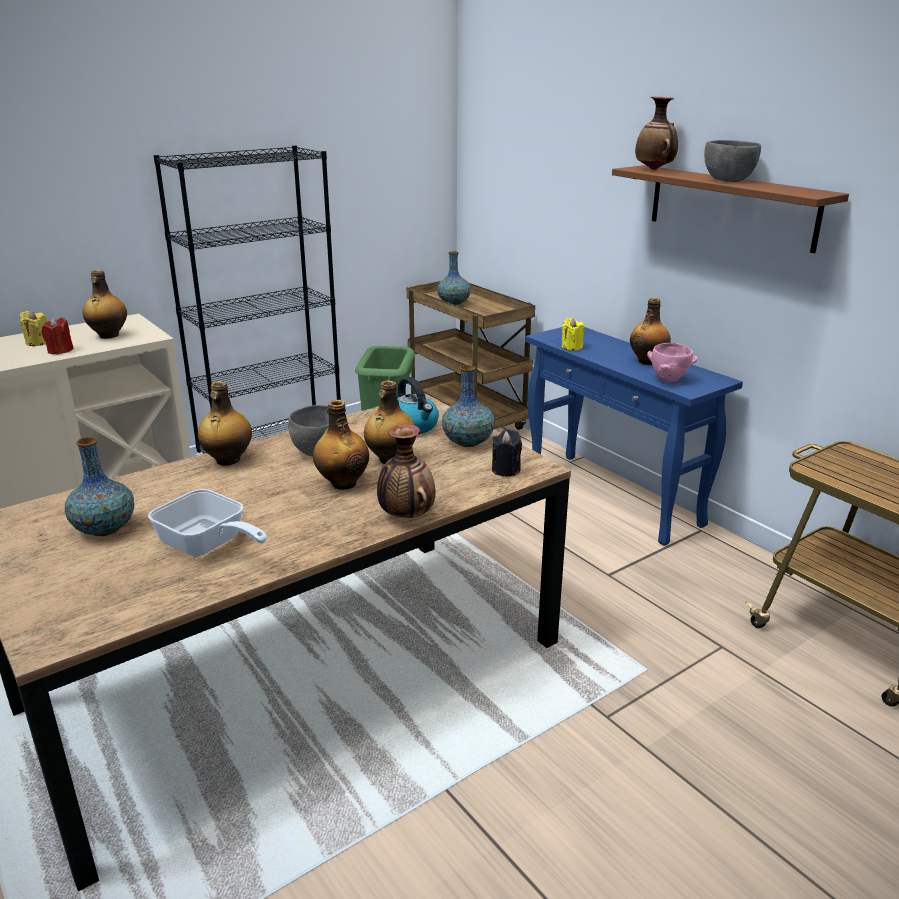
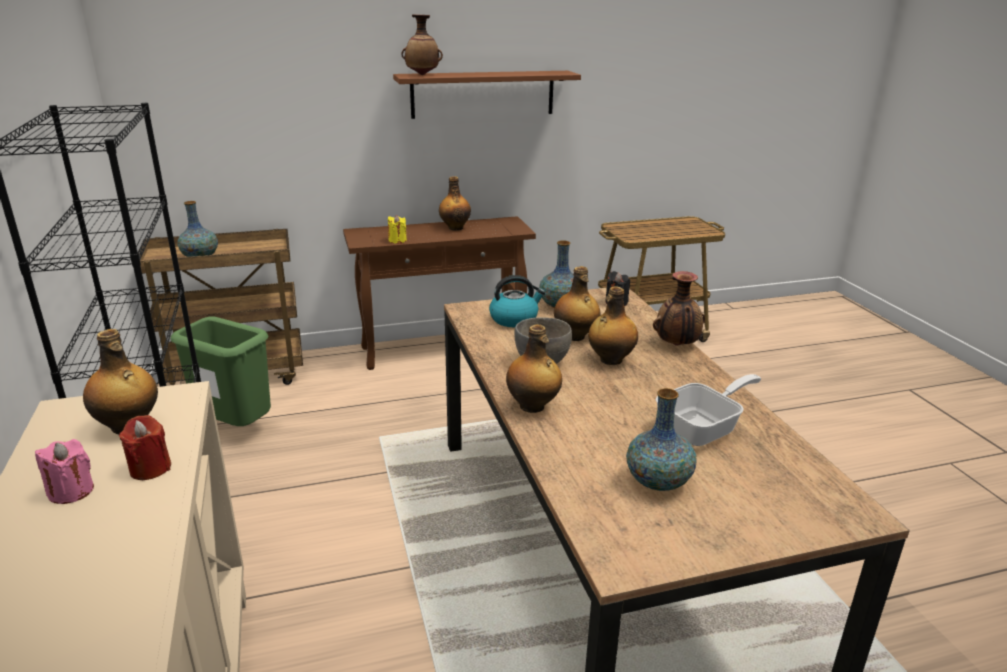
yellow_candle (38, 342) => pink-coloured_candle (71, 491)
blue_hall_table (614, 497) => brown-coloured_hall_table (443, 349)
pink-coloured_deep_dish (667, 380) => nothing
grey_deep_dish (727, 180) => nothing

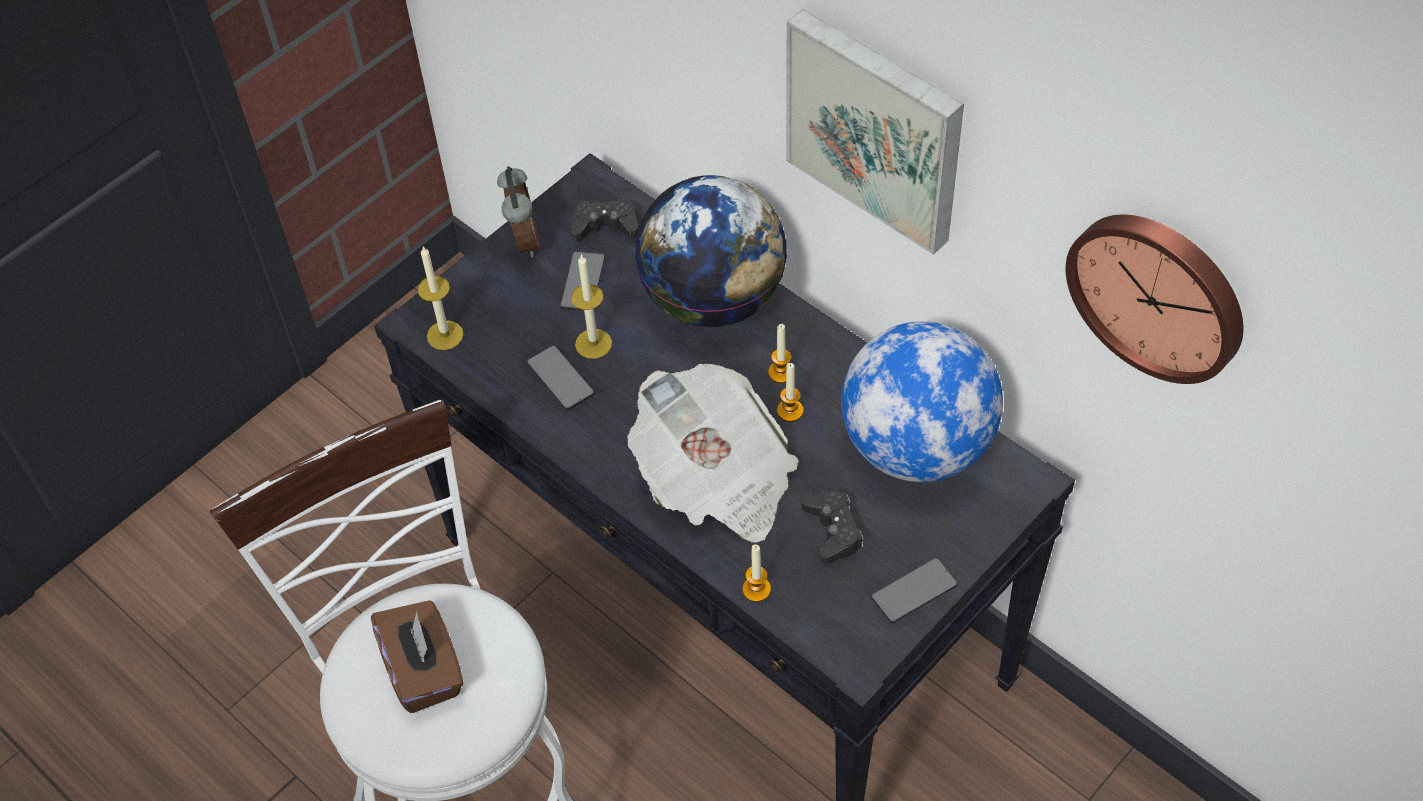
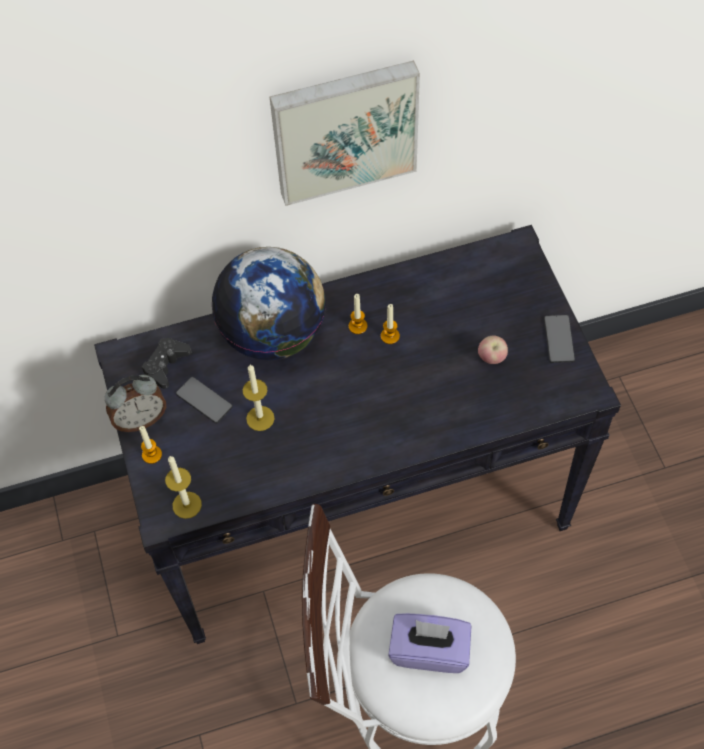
bedside_clock (523, 241) => bedside_clock (140, 419), 135 degrees clockwise
candle (756, 589) => candle (152, 455), relocated
brown-coloured_tissue_holder (424, 671) => purple-coloured_tissue_holder (429, 650)
black-coloured_gamepad (833, 530) => whole_apple (491, 358)
telephone (560, 379) => nothing
daily_paper (716, 479) => nothing
world_globe (917, 446) => nothing
clock_on_the_wall (1159, 293) => nothing

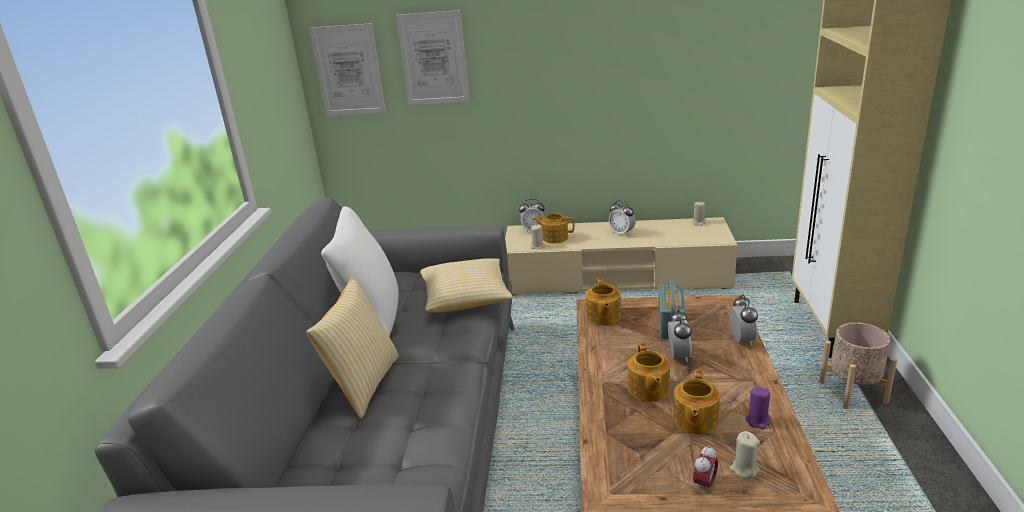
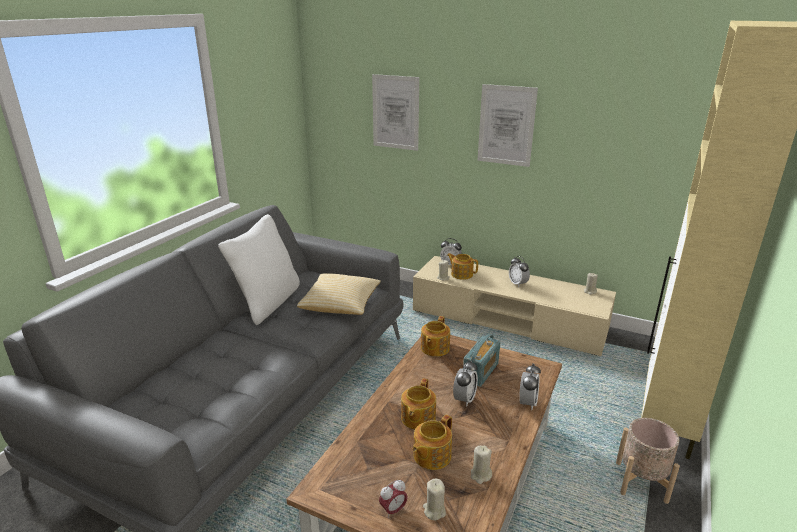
purple-coloured_candle (758, 421) => beige-coloured_candle (480, 475)
picture (348, 70) => picture (506, 125), relocated
cushion (363, 385) => nothing

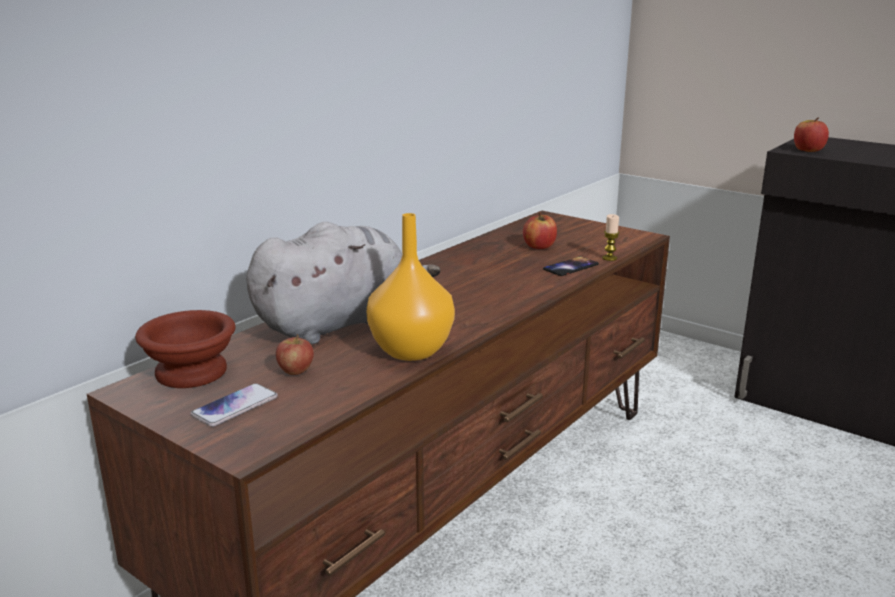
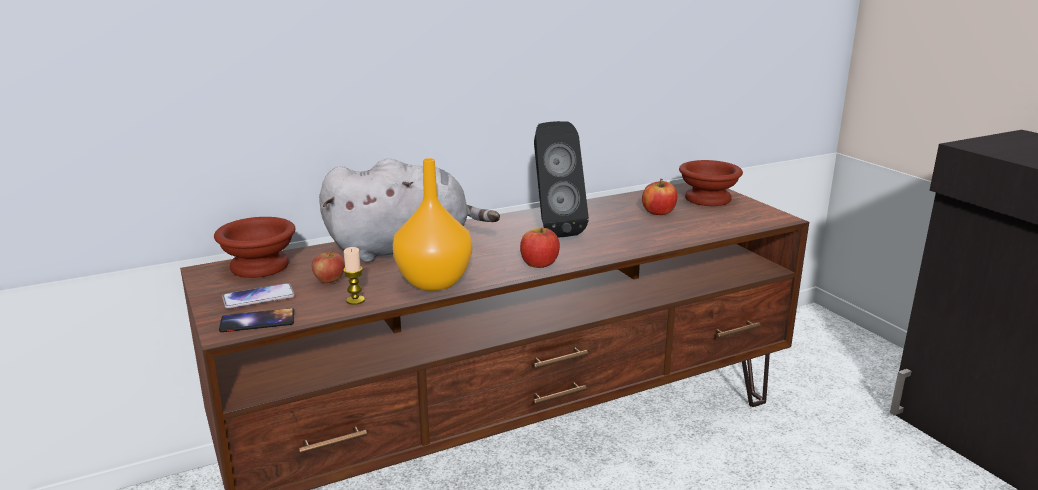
telephone (570, 267) => telephone (257, 321), relocated
candle (609, 258) => candle (355, 300), relocated
whole_apple (808, 150) => whole_apple (539, 264), relocated
nothing => black-coloured_audio_speaker (553, 230)
nothing => brown-coloured_deep_dish (706, 198)

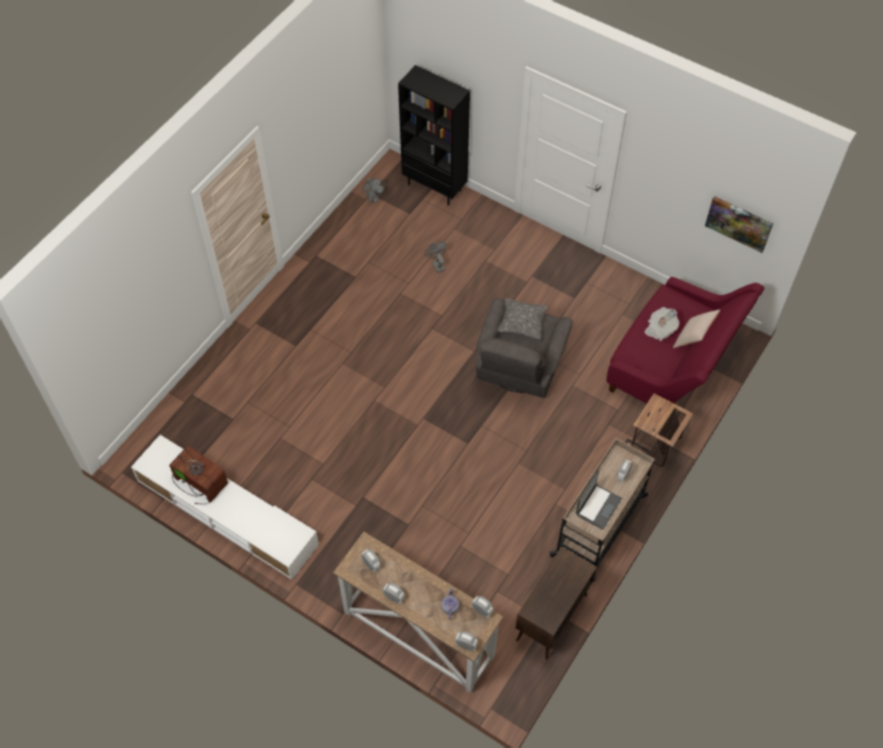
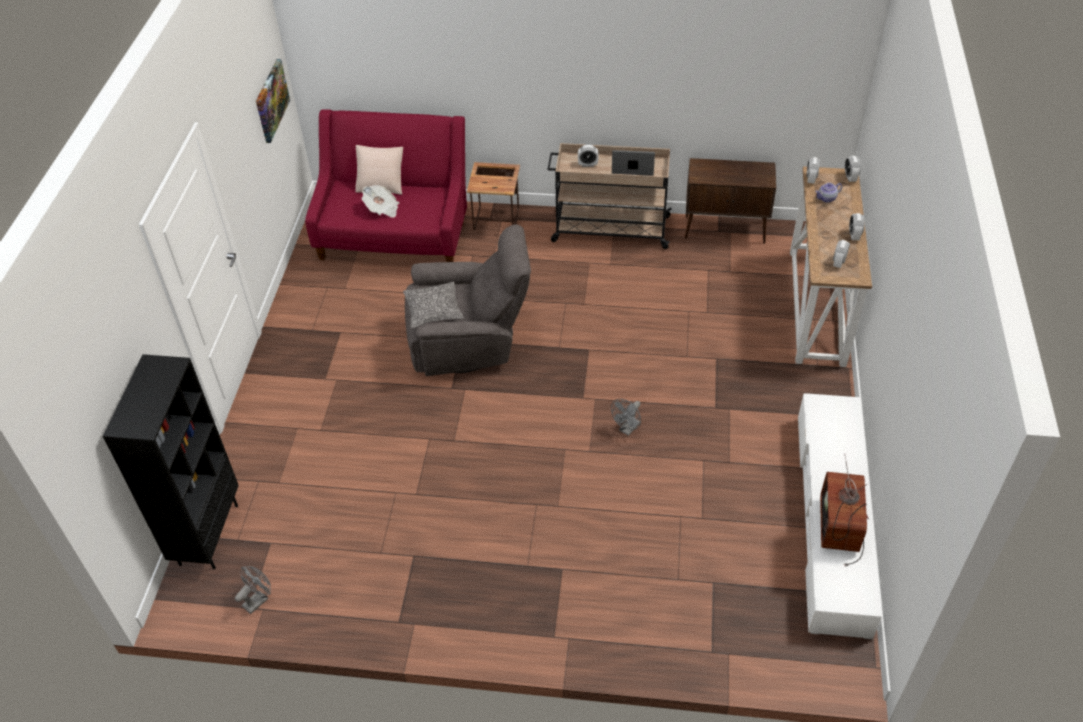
grey_fan (437, 264) => grey_fan (627, 429), relocated

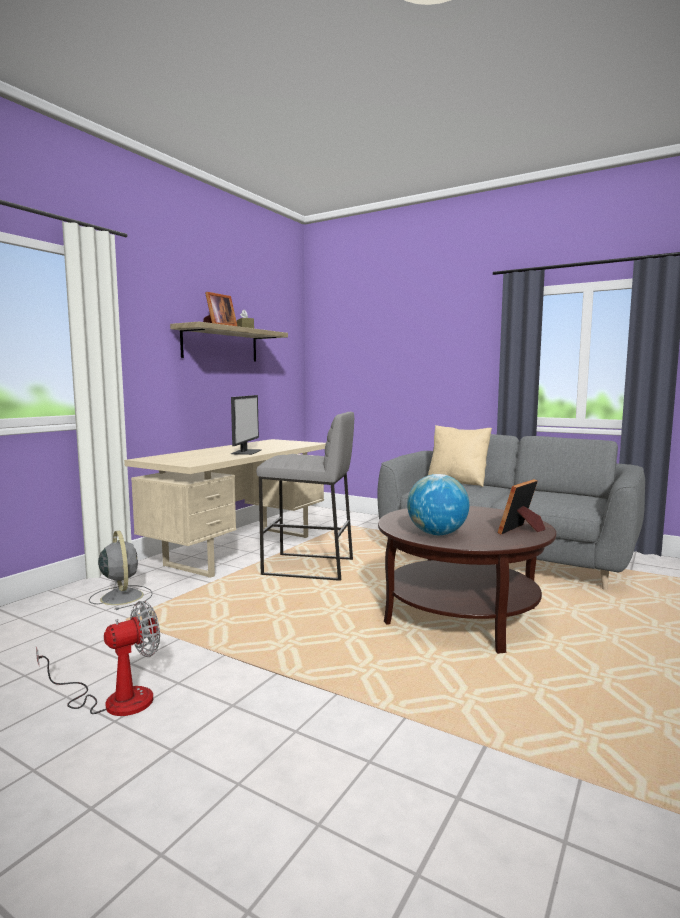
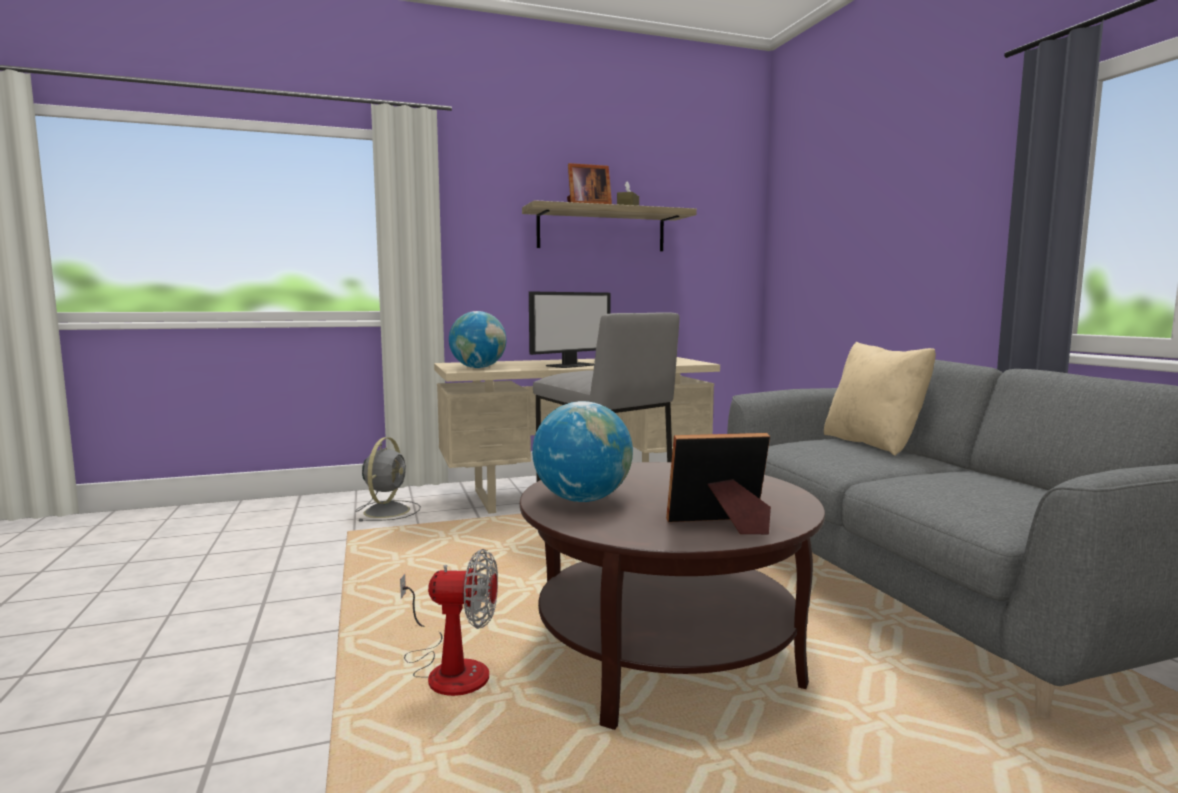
fan (114, 699) => fan (449, 669), relocated
nothing => world_globe (478, 368)

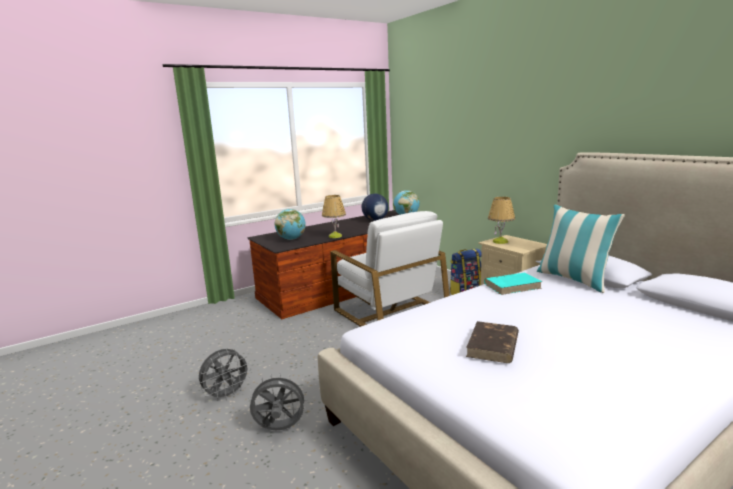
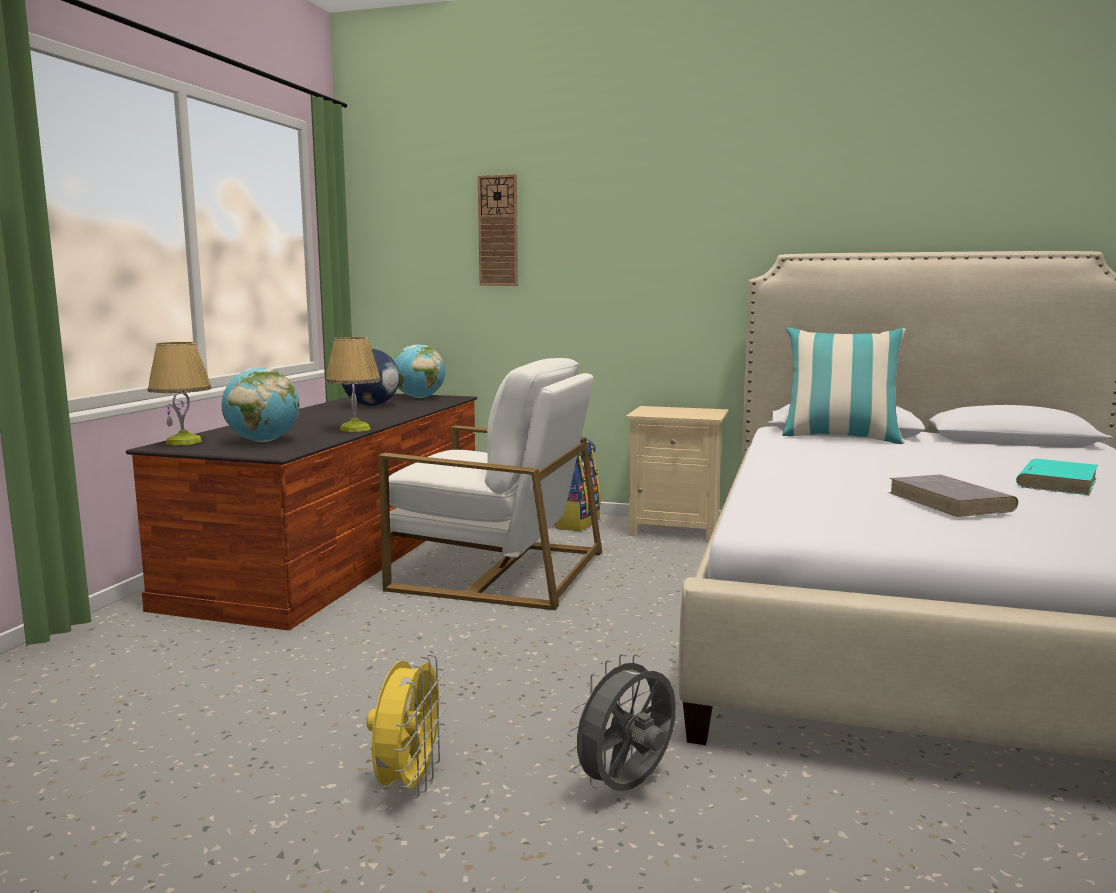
lamp_for_a_table (500, 241) => lamp_for_a_table (184, 442), relocated
grey_fan (227, 395) => yellow_fan (409, 784)
nothing => clock_on_the_wall (498, 231)
brown-coloured_volume (493, 345) => grey_volume (951, 502)
turquoise-coloured_volume (512, 286) => turquoise-coloured_volume (1056, 482), relocated

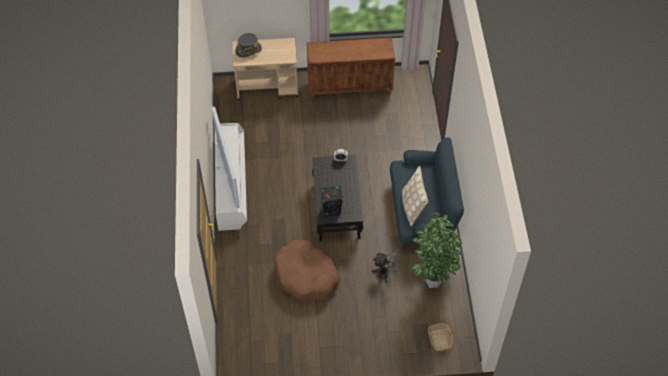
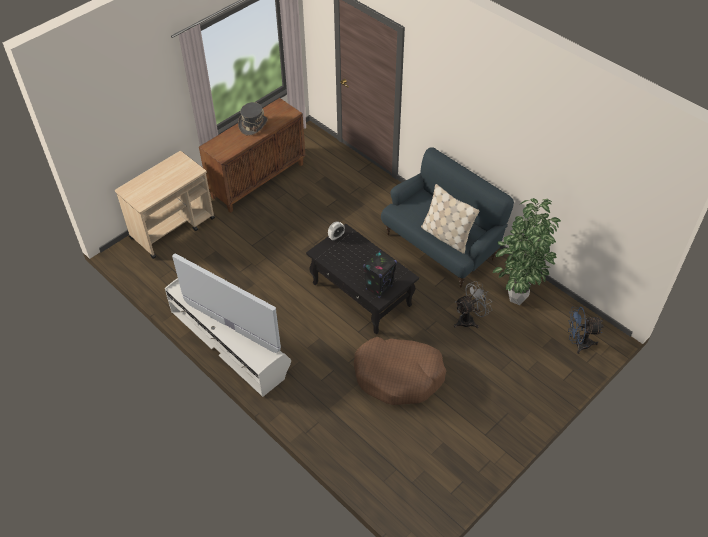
grey_wearable_hat (248, 50) => grey_wearable_hat (253, 125), relocated
household_basket (439, 339) => blue_fan (578, 343)

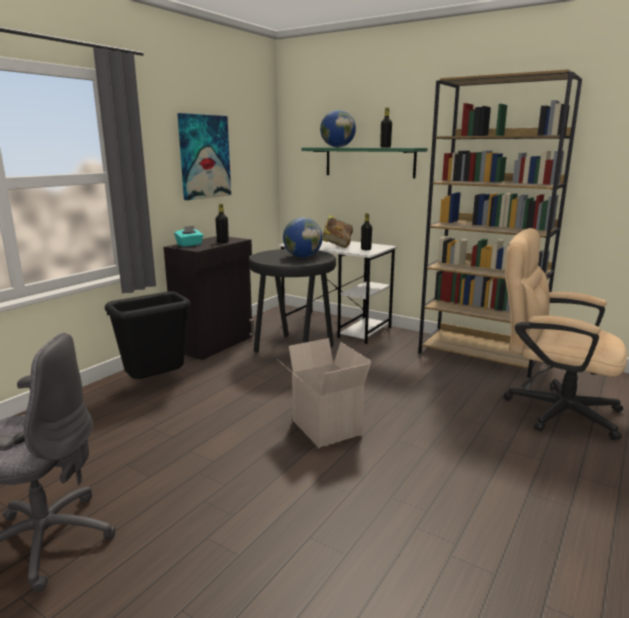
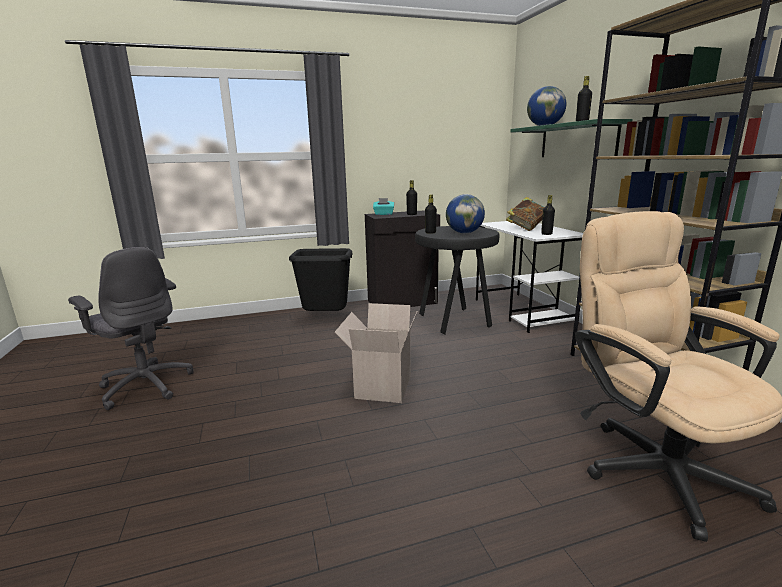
nothing => black-coloured_drink_bottle (430, 232)
picture (204, 157) => nothing

